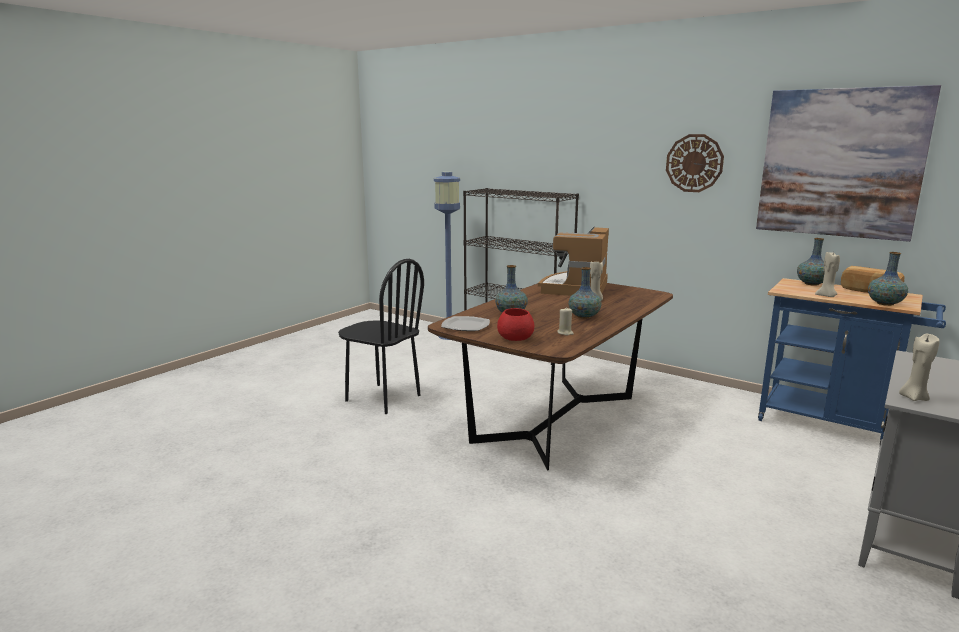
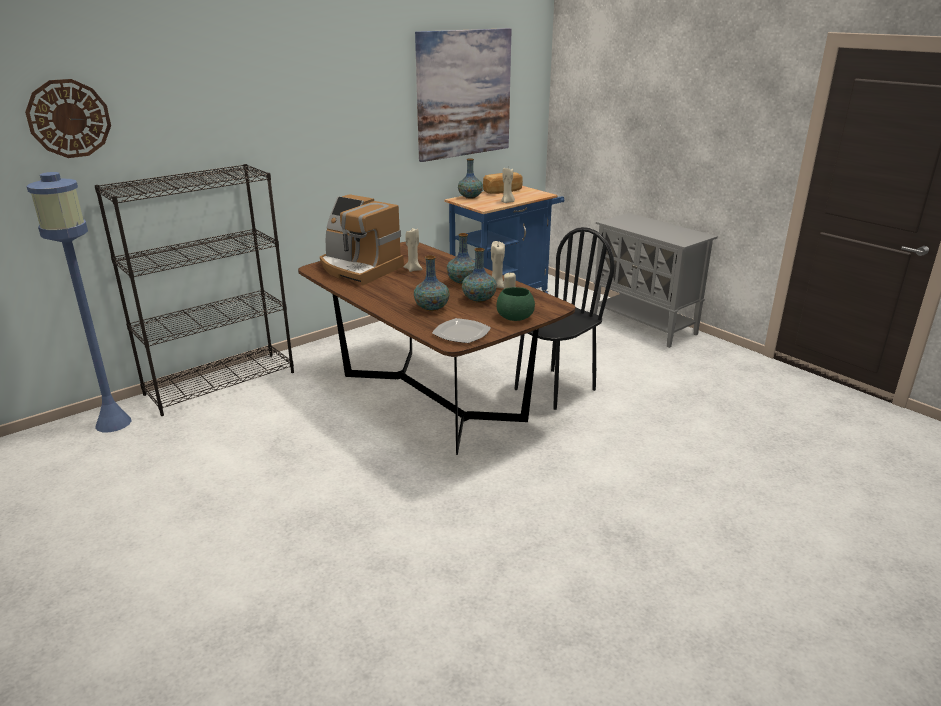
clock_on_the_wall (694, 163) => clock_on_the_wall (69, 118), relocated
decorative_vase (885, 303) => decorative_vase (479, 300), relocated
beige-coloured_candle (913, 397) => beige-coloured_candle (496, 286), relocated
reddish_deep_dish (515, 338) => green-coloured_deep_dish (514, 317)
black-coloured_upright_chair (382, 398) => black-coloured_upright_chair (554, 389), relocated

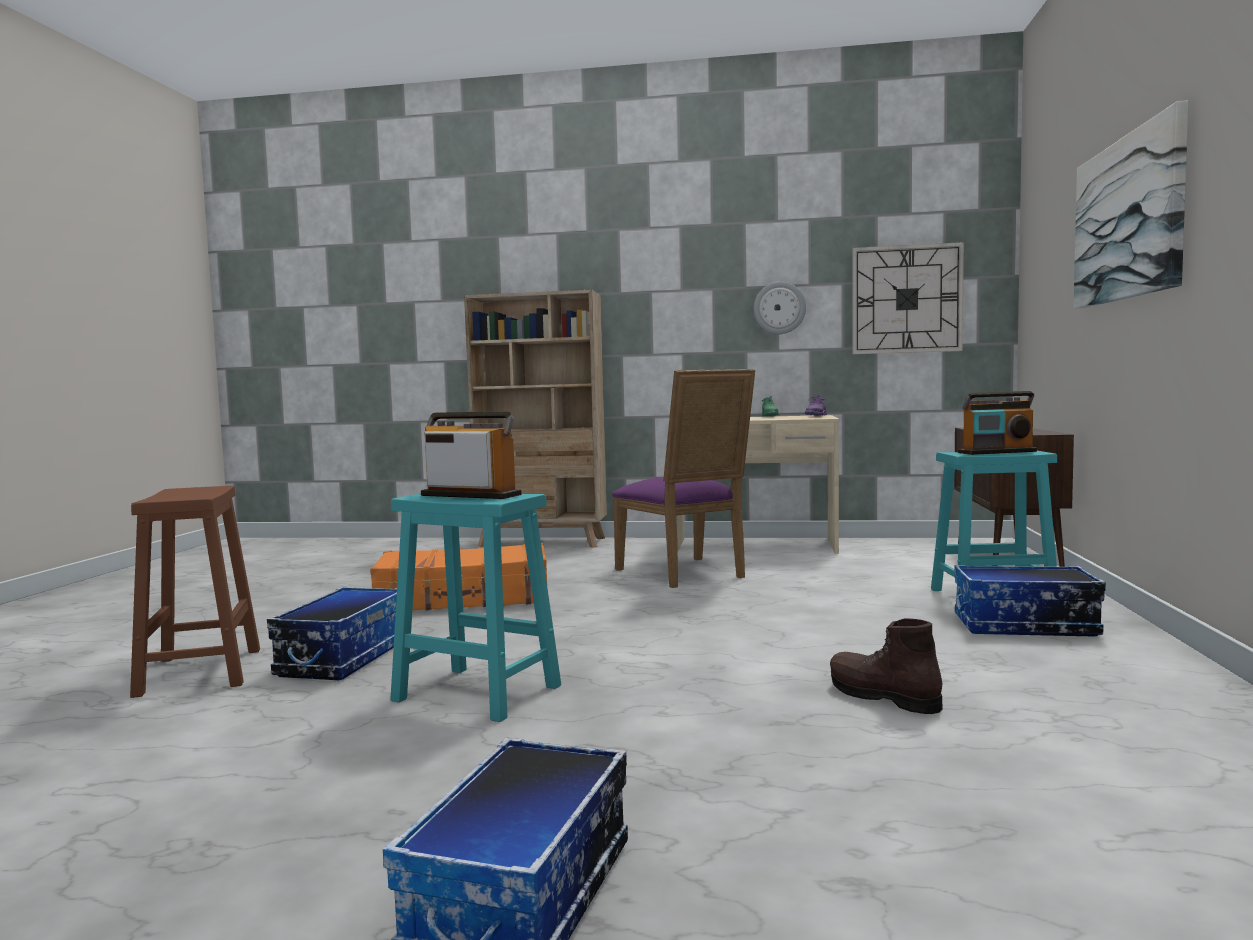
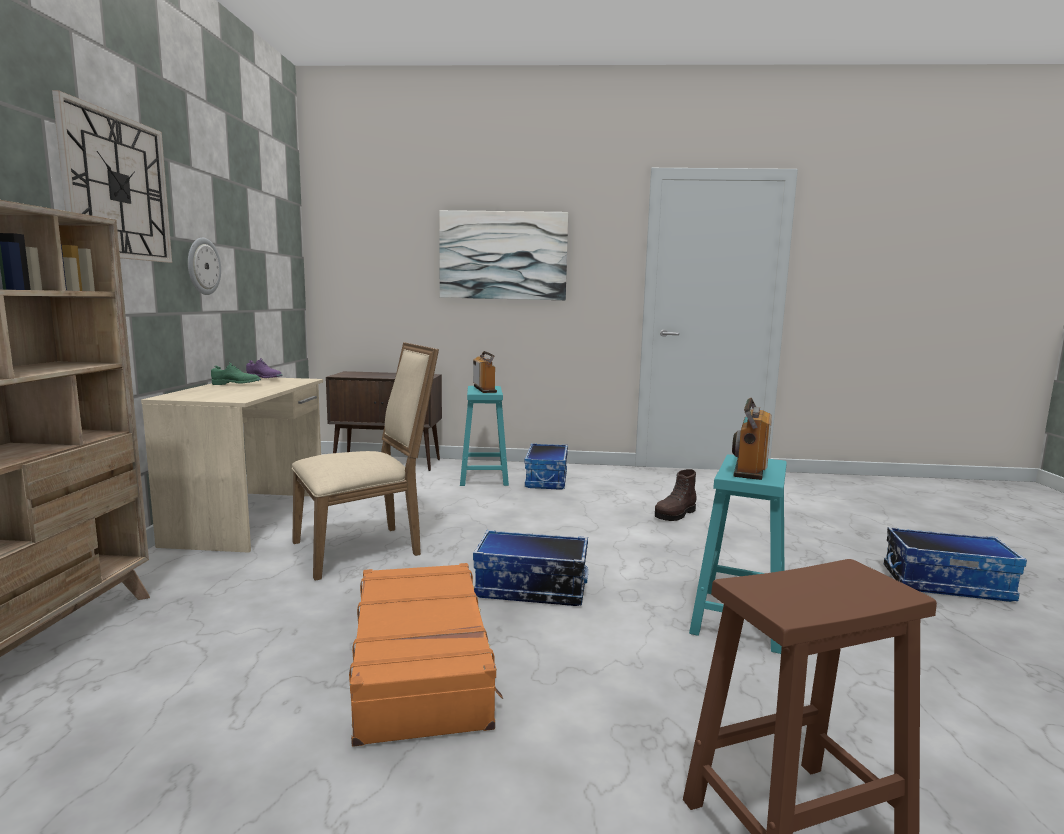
clock_on_the_wall (906, 299) => clock_on_the_wall (116, 187), relocated
purple-coloured_upright_chair (686, 574) => beige-coloured_upright_chair (364, 548)
storage_container (342, 658) => storage_container (530, 589), relocated

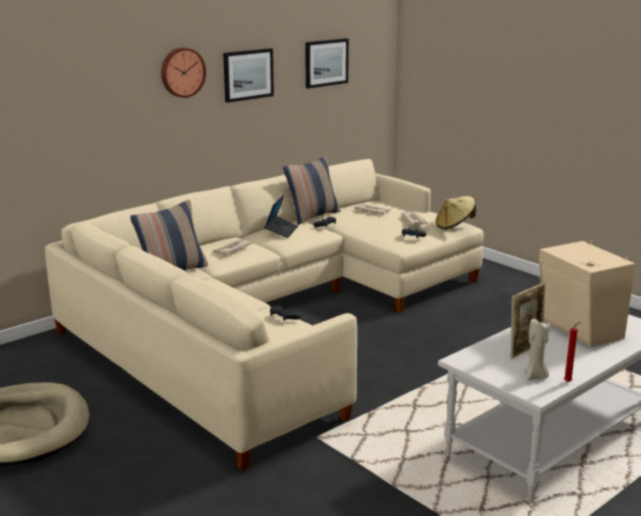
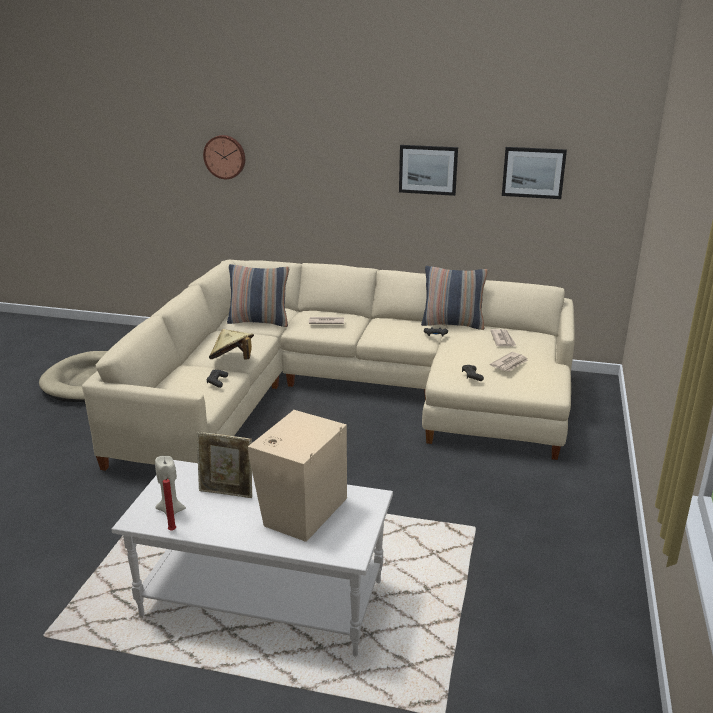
clock_on_the_wall (182, 72) => clock_on_the_wall (225, 156), relocated
beige-coloured_wearable_hat (454, 226) => beige-coloured_wearable_hat (232, 360), relocated
notebook_computer (281, 231) => nothing

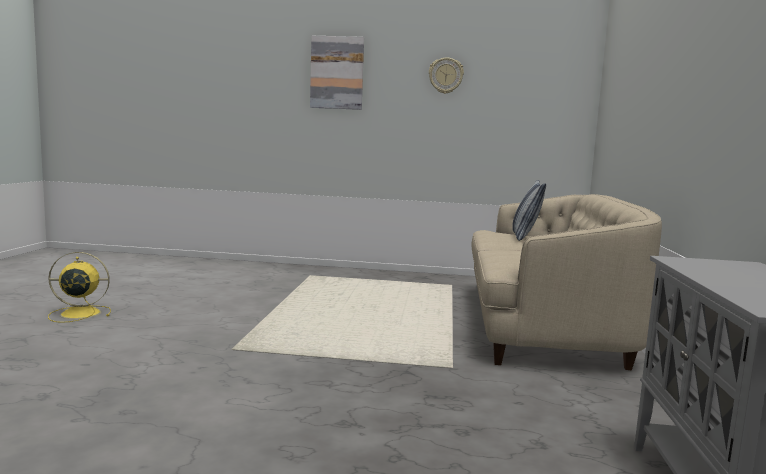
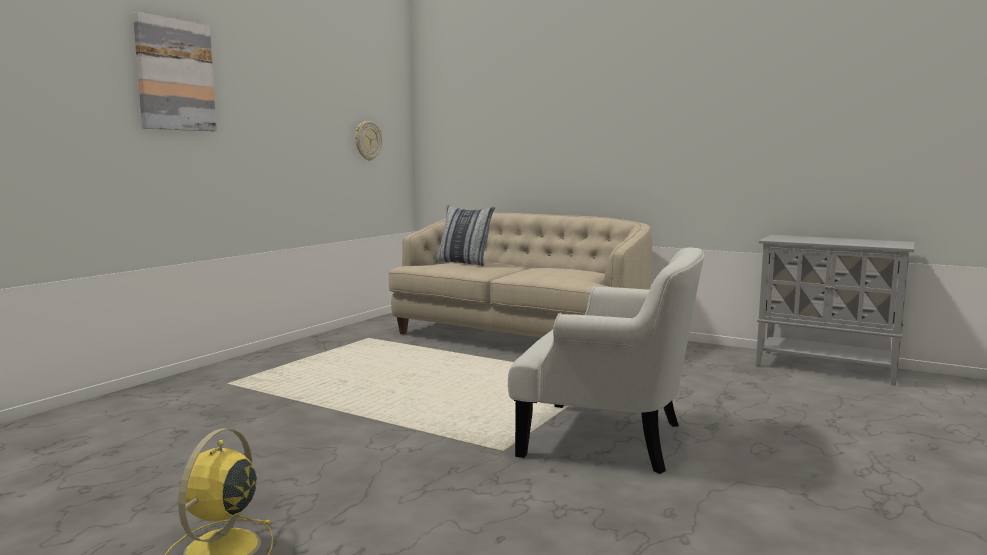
clock_on_the_wall (446, 75) => clock_on_the_wall (367, 141), relocated
nothing => white_armchair (608, 438)

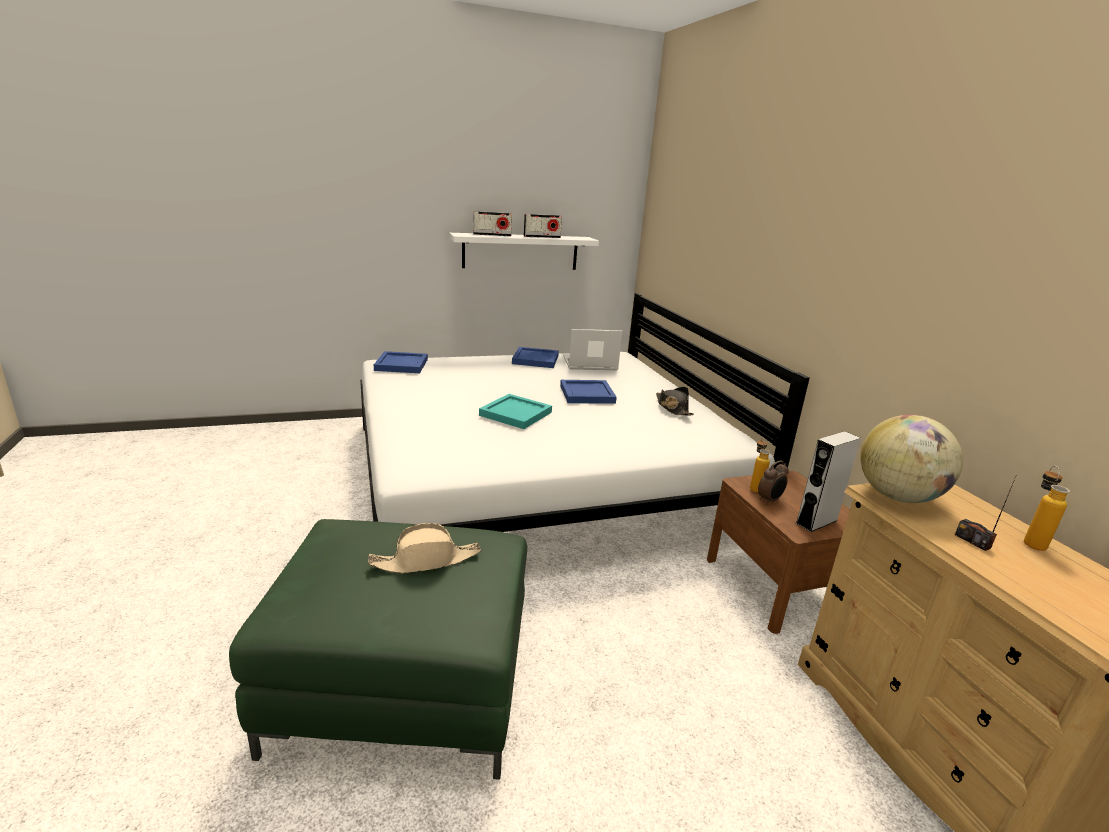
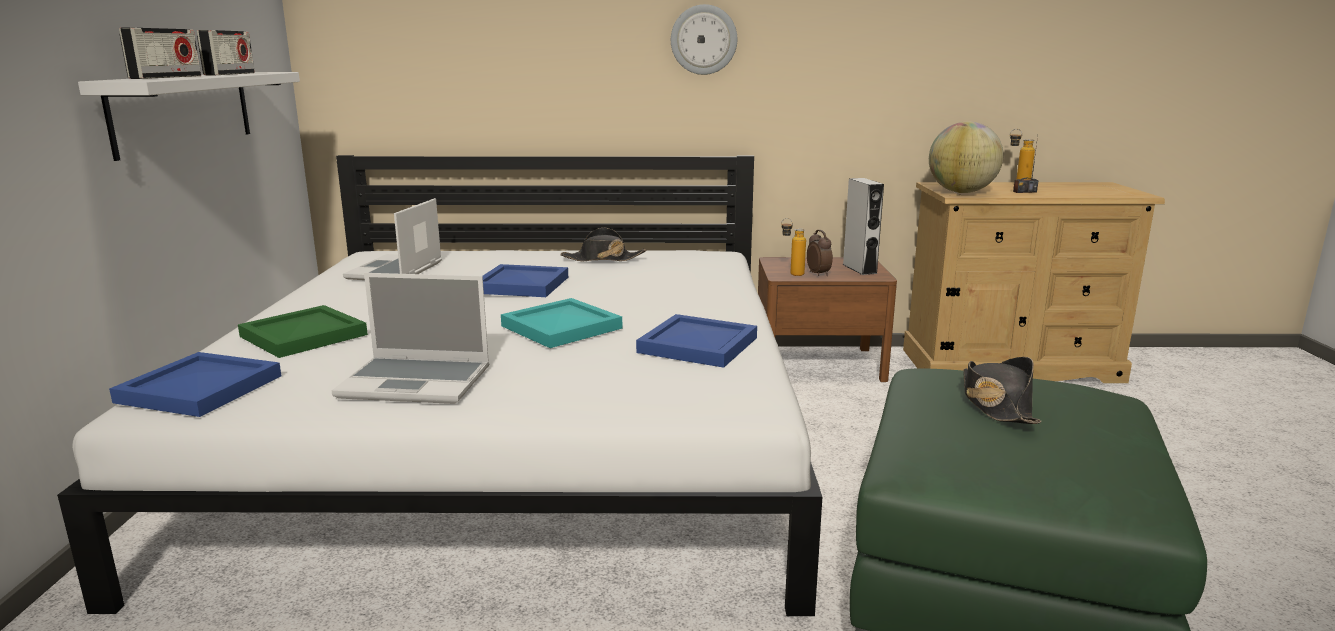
nothing => green-coloured_serving_tray (306, 335)
nothing => notebook_computer (417, 382)
blue_serving_tray (536, 360) => blue_serving_tray (700, 345), relocated
nothing => clock_on_the_wall (703, 40)
beige-coloured_wearable_hat (426, 560) => black-coloured_wearable_hat (996, 404)

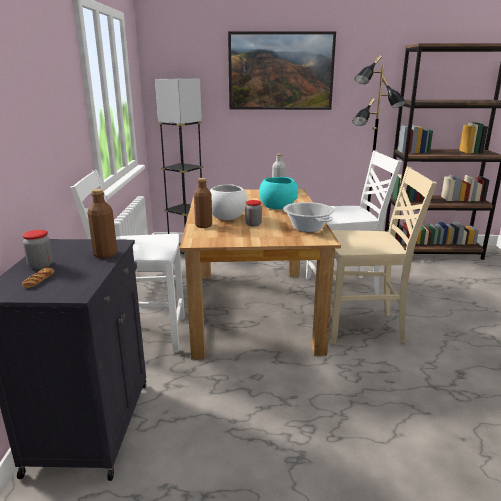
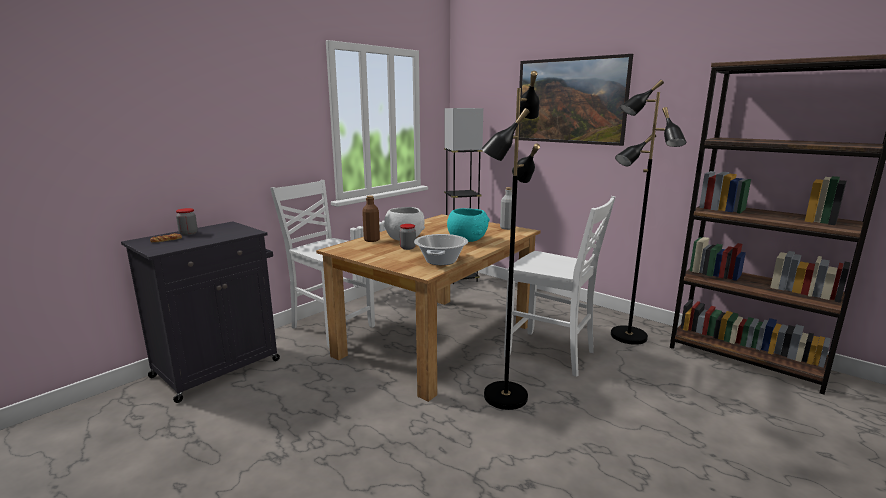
beige-coloured_upright_chair (363, 327) => black-coloured_standing_lamp (504, 396)
brown-coloured_drink_bottle (105, 254) => nothing

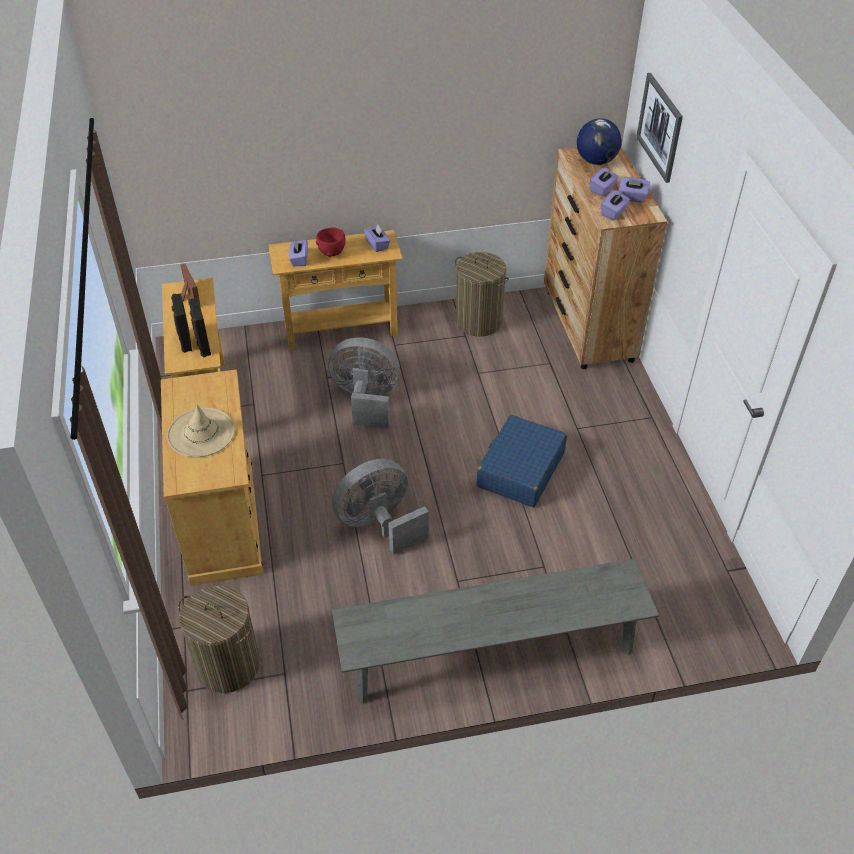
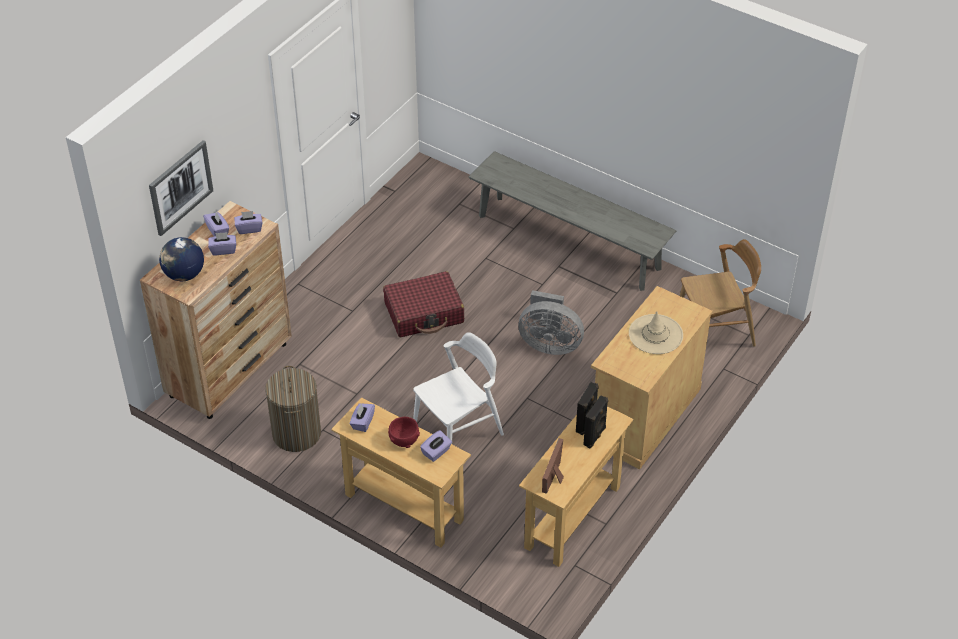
blue_suitcase (520, 470) => reddish_suitcase (424, 313)
grey_fan (366, 400) => white_upright_chair (458, 431)
laundry_basket (227, 665) => brown-coloured_upright_chair (715, 332)

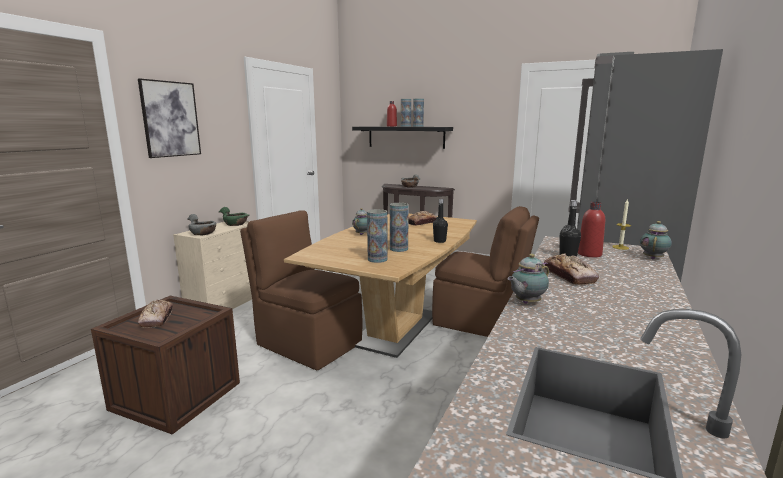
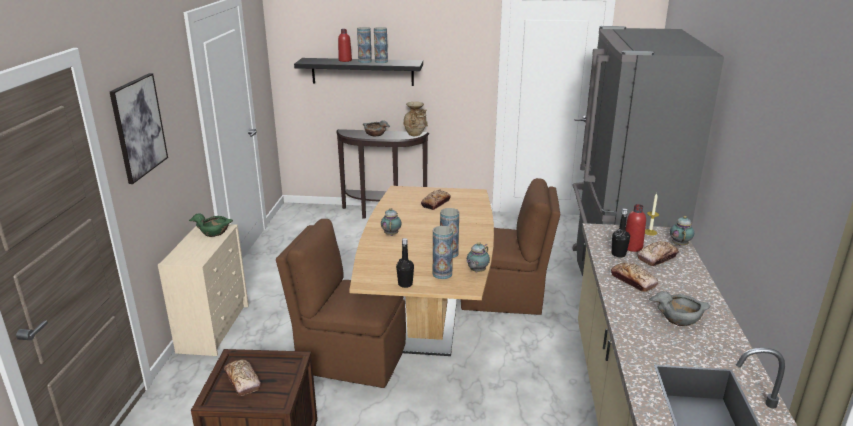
black-coloured_drink_bottle (439, 241) => black-coloured_drink_bottle (405, 284), relocated
nothing => beige-coloured_decorative_vase (415, 134)
tea_pot (526, 302) => tea_pot (476, 271), relocated
nothing => baked_bread (657, 258)
grey_deep_dish (203, 233) => grey_deep_dish (679, 318), relocated

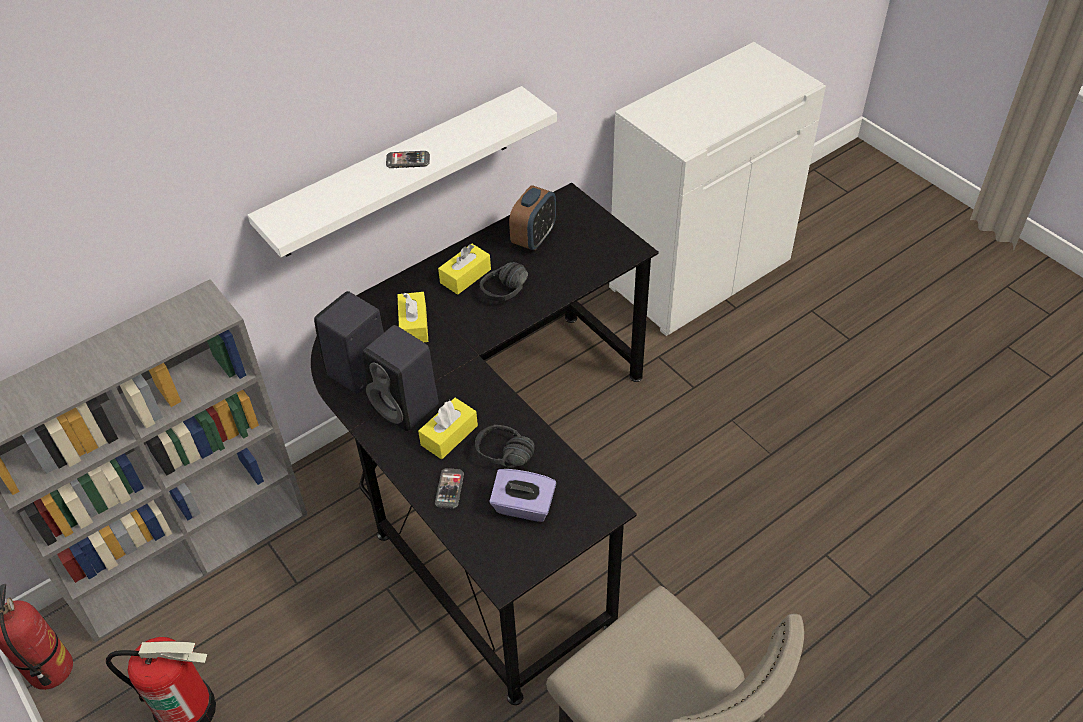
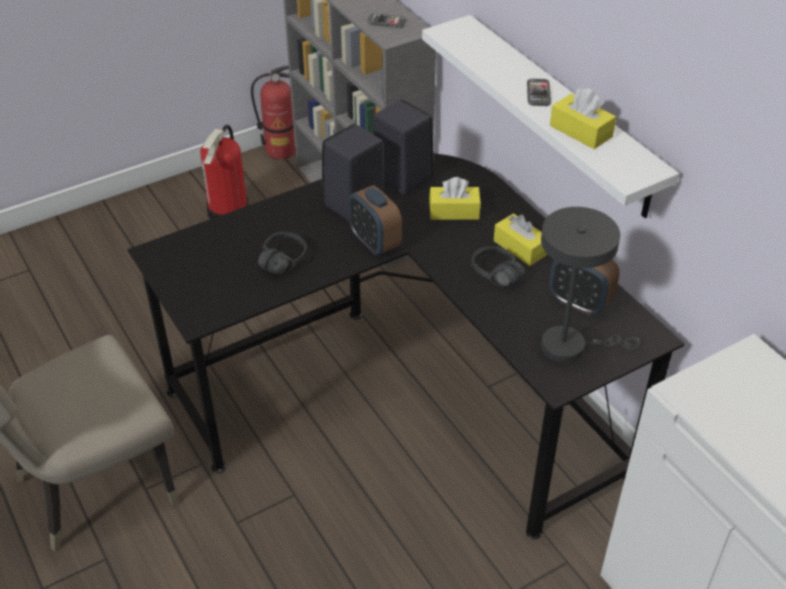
nothing => bedside_clock (374, 242)
telephone (449, 489) => telephone (386, 22), relocated
nothing => grey_lamp_for_a_table (570, 346)
yellow_tissue_holder (449, 435) => yellow_tissue_holder (580, 131), relocated
purple-coloured_tissue_holder (523, 507) => nothing

